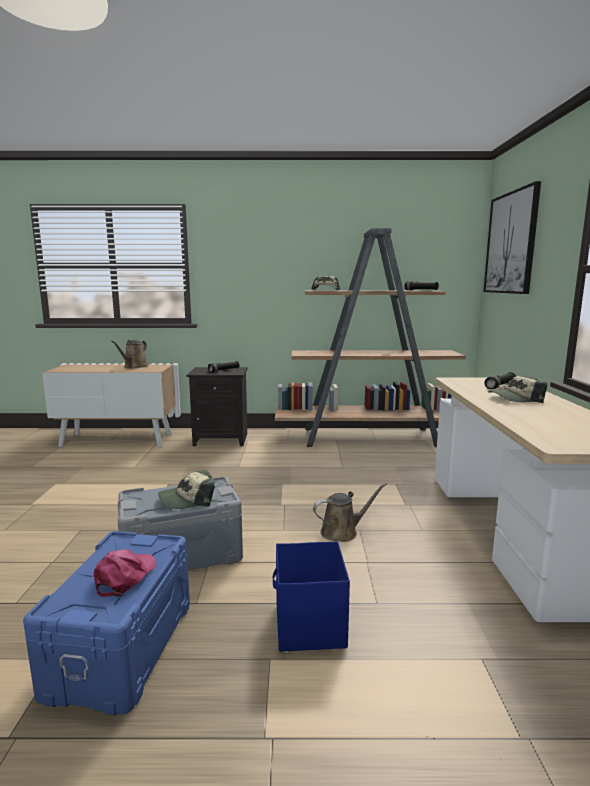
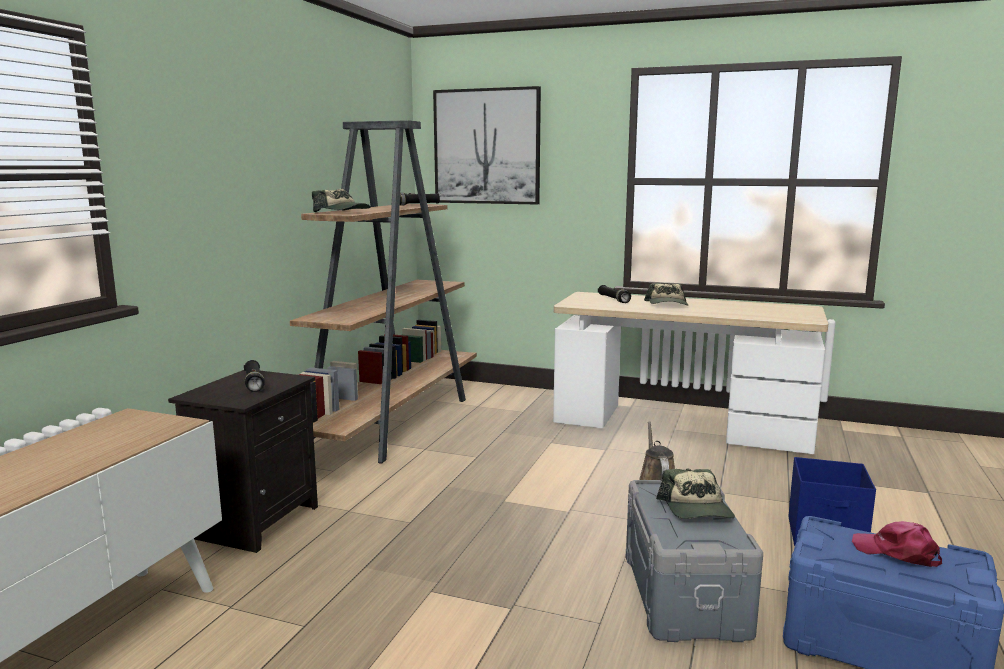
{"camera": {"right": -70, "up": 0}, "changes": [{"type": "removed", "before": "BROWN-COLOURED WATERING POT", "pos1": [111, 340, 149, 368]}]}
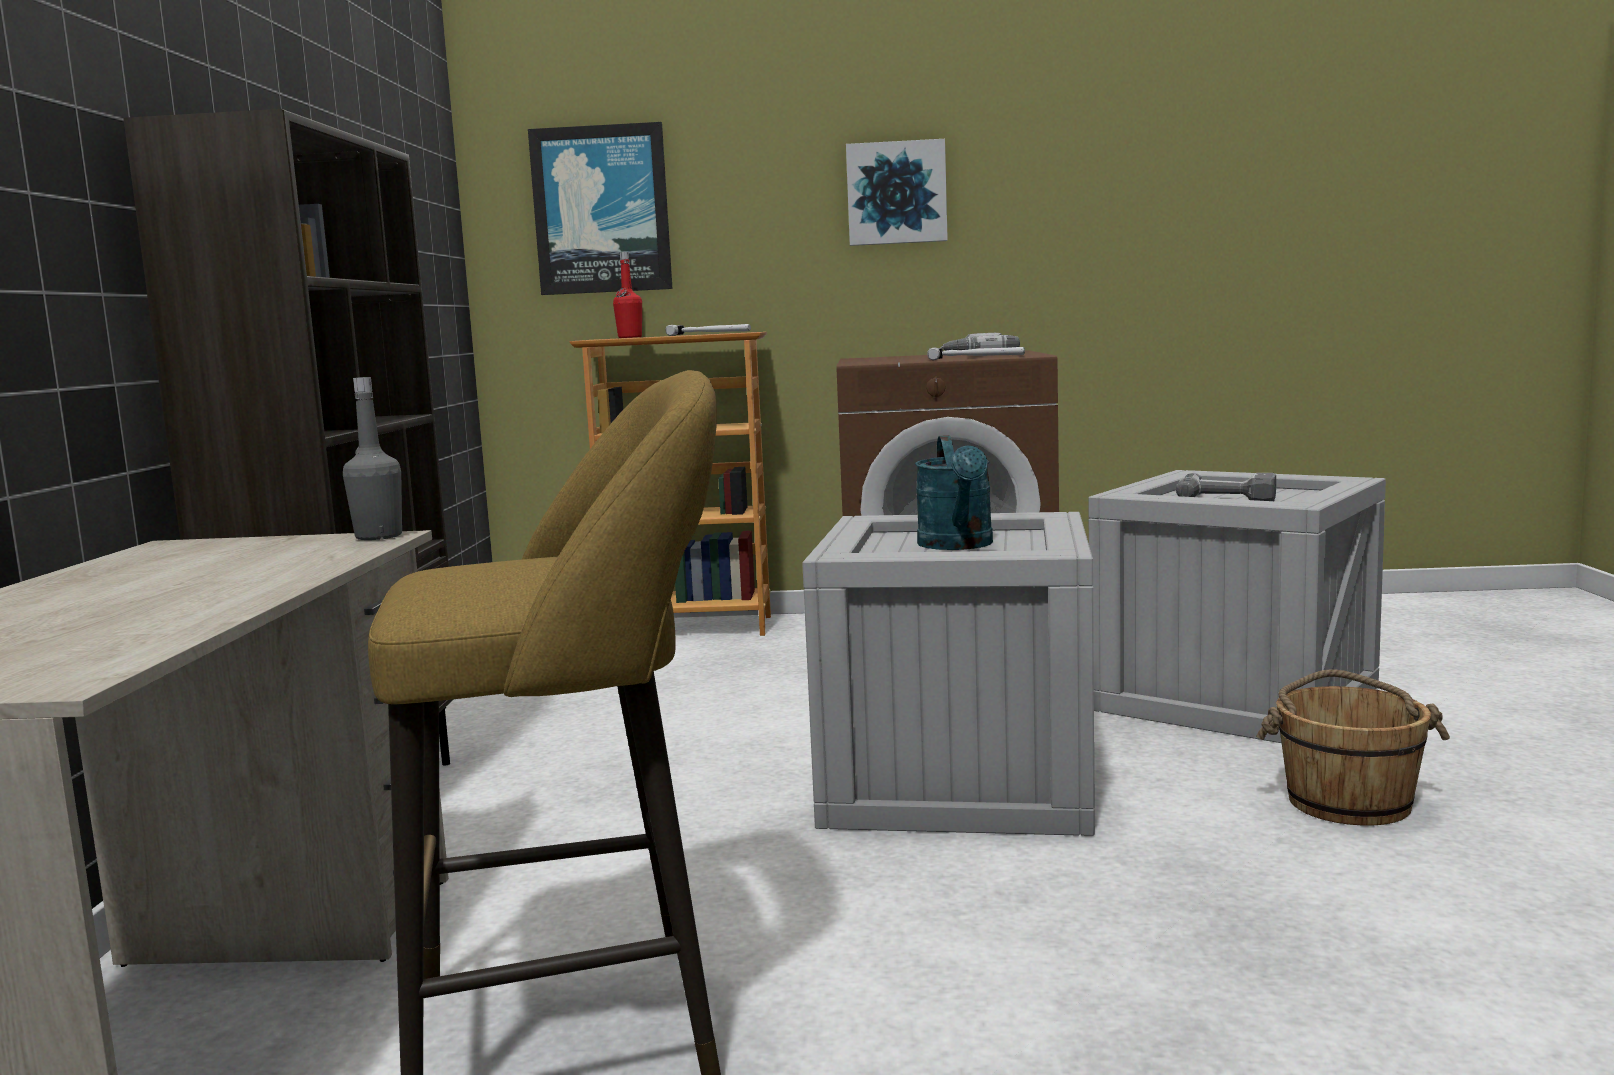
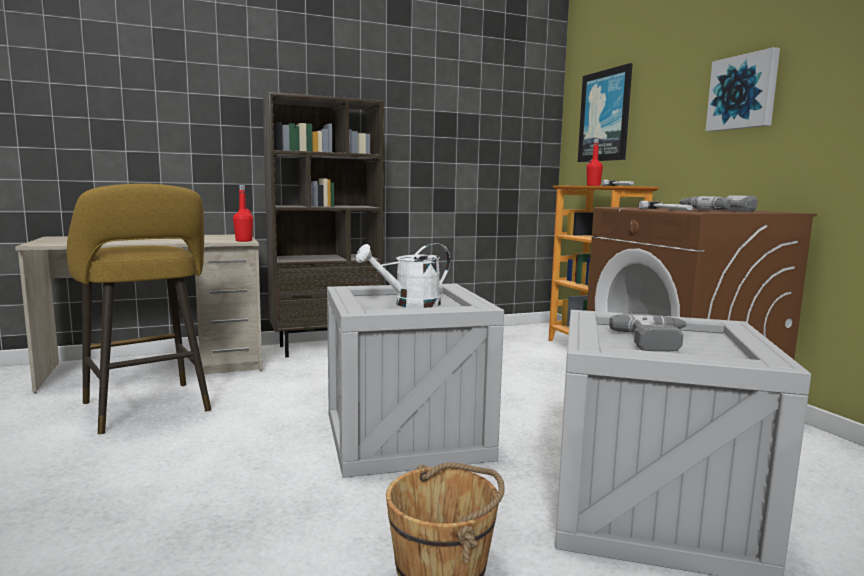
{"camera": {"right": 65, "up": 0}, "changes": [{"type": "recoloured", "before": "GRAY DRINK BOTTLE", "after": "REDDISH DRINK BOTTLE", "pos1": [343, 377, 402, 540], "pos2": [233, 185, 253, 242]}, {"type": "recoloured", "before": "TURQUOISE-COLOURED WATERING POT", "after": "WHITE WATERING POT", "pos1": [915, 435, 993, 550], "pos2": [356, 243, 450, 308]}]}
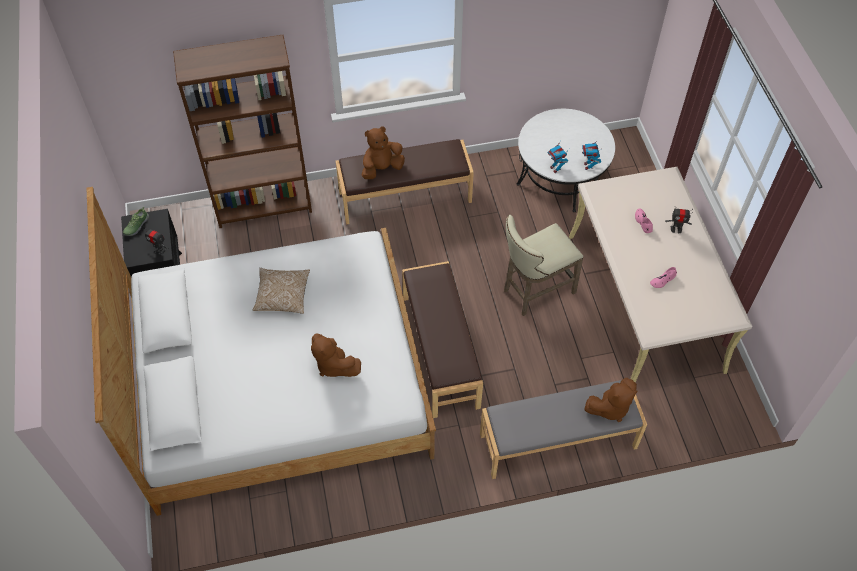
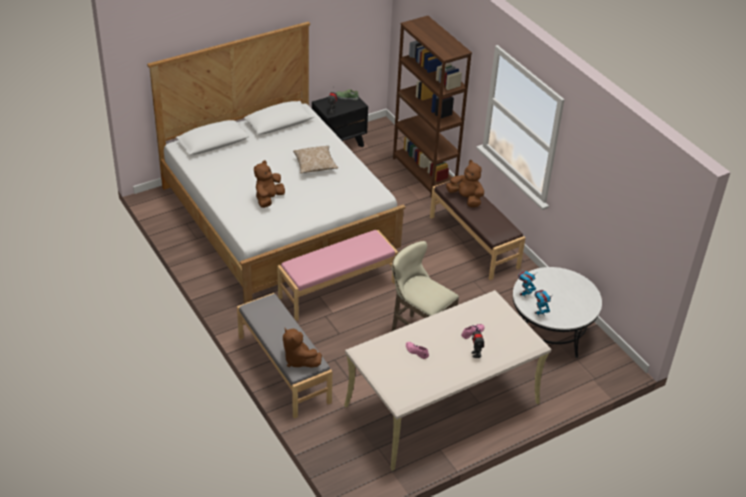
{"camera": {"right": 70, "up": -15}, "changes": [{"type": "recoloured", "before": "BROWN-COLOURED LONG SEAT", "after": "PINK-COLOURED LONG SEAT", "pos1": [402, 261, 483, 418], "pos2": [277, 230, 398, 321]}]}
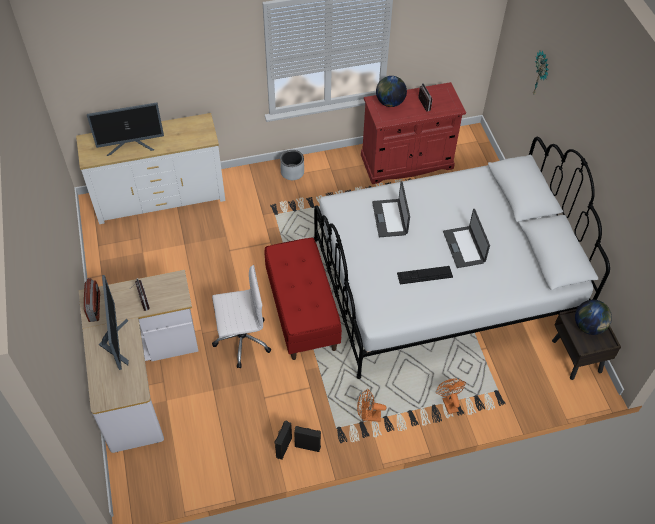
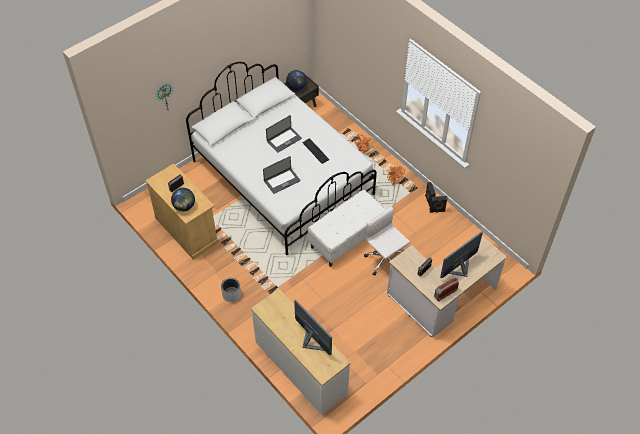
{"camera": {"right": -115, "up": 0}, "changes": [{"type": "recoloured", "before": "REDDISH CUPBOARD", "after": "BEIGE-COLOURED CUPBOARD", "pos1": [361, 82, 466, 184], "pos2": [145, 164, 219, 260]}, {"type": "recoloured", "before": "REDDISH LONG SEAT", "after": "WHITE LONG SEAT", "pos1": [265, 237, 342, 360], "pos2": [308, 190, 386, 267]}]}
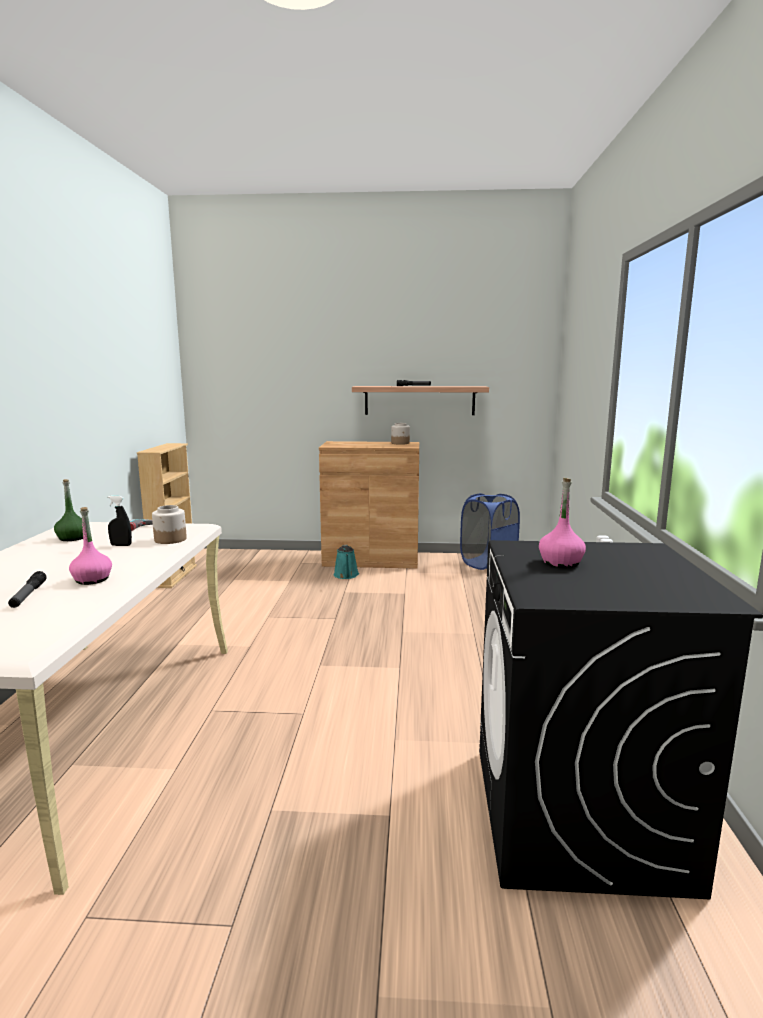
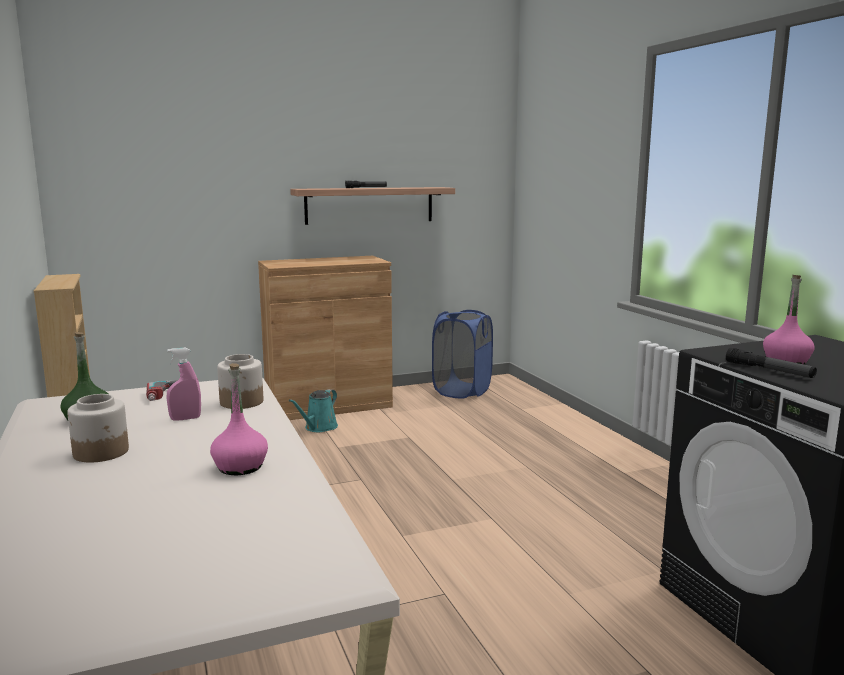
{"camera": {"right": -25, "up": 0}, "changes": [{"type": "moved", "before": "PRESERVE JAR", "pos1": [391, 423, 410, 445], "pos2": [67, 394, 129, 463]}, {"type": "recoloured", "before": "BLACK HAND SPRAYER", "after": "PINK-COLOURED HAND SPRAYER", "pos1": [107, 496, 132, 546], "pos2": [167, 347, 201, 421]}, {"type": "turned", "before": "TURQUOISE-COLOURED WATERING POT", "pos1": [334, 545, 359, 579], "pos2": [289, 389, 338, 432], "turn": 60}, {"type": "moved", "before": "FLASHLIGHT", "pos1": [8, 571, 47, 608], "pos2": [726, 347, 817, 378]}]}
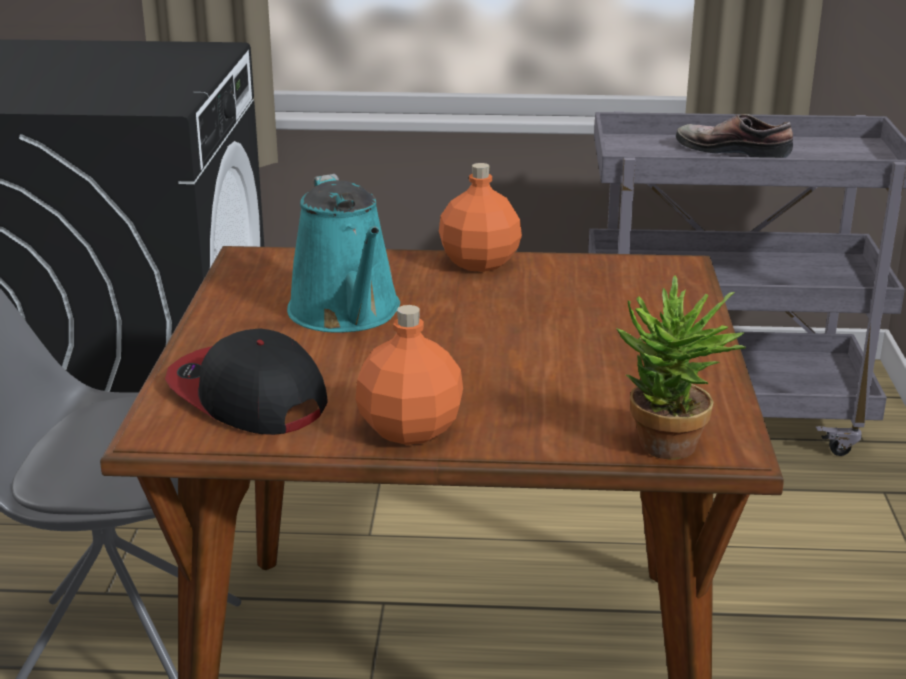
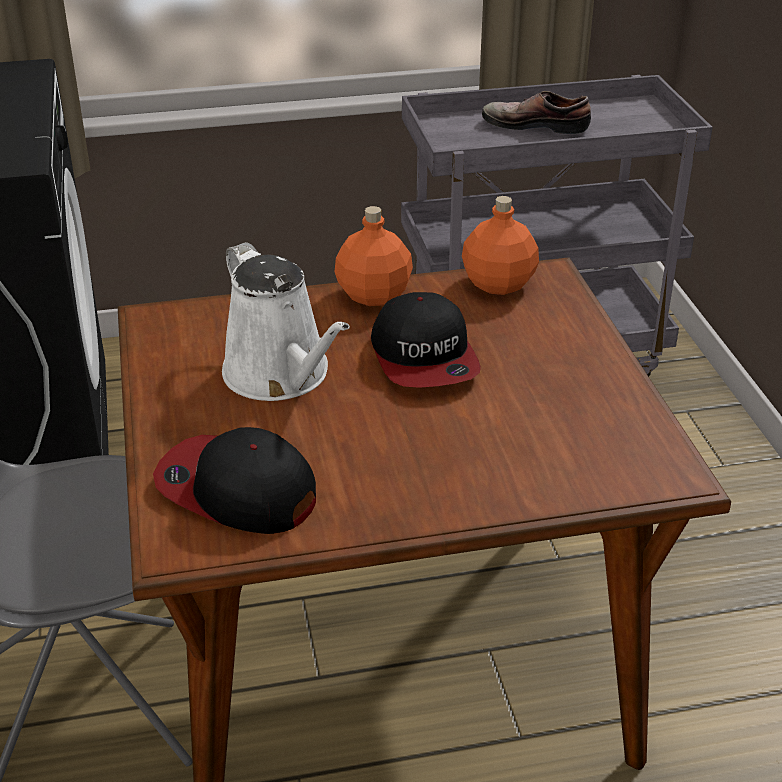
{"camera": {"right": -15, "up": 10}, "changes": [{"type": "recoloured", "before": "TURQUOISE-COLOURED WATERING POT", "after": "WHITE WATERING POT", "pos1": [287, 174, 400, 333], "pos2": [222, 242, 350, 401]}, {"type": "removed", "before": "PLANT IN A POT", "pos1": [616, 275, 746, 460]}, {"type": "moved", "before": "ORANGE DRINK BOTTLE", "pos1": [355, 305, 463, 445], "pos2": [462, 196, 539, 295]}, {"type": "added", "after": "PEAKED CAP", "pos2": [371, 292, 481, 388]}]}
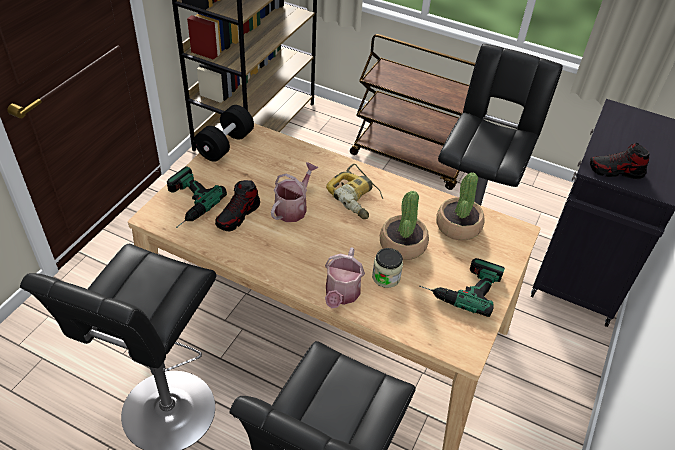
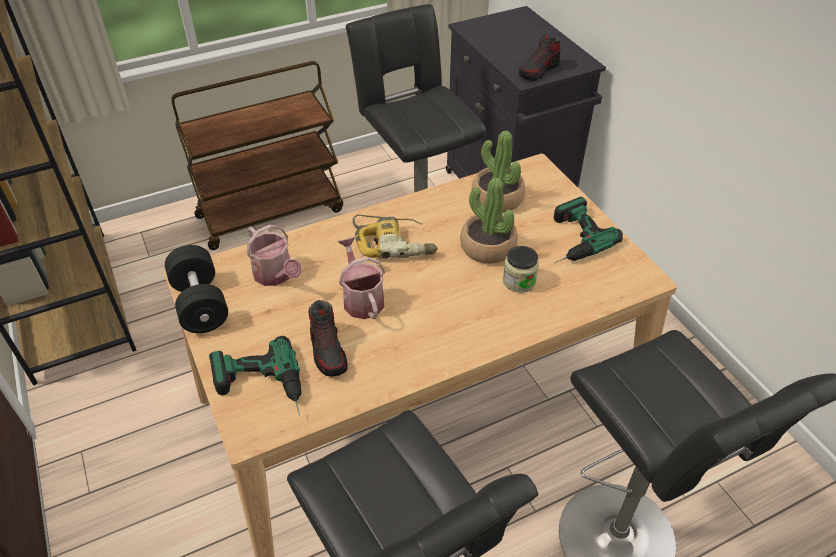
{"camera": {"right": -50, "up": 0}, "changes": [{"type": "moved", "before": "WATERING POT", "pos1": [325, 247, 365, 308], "pos2": [246, 224, 302, 286]}]}
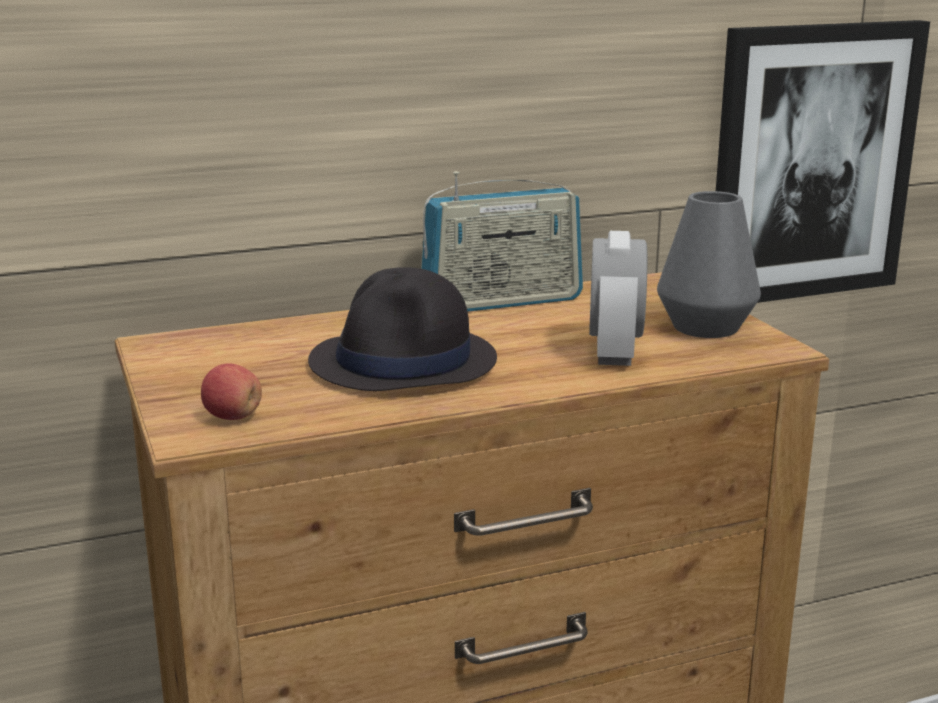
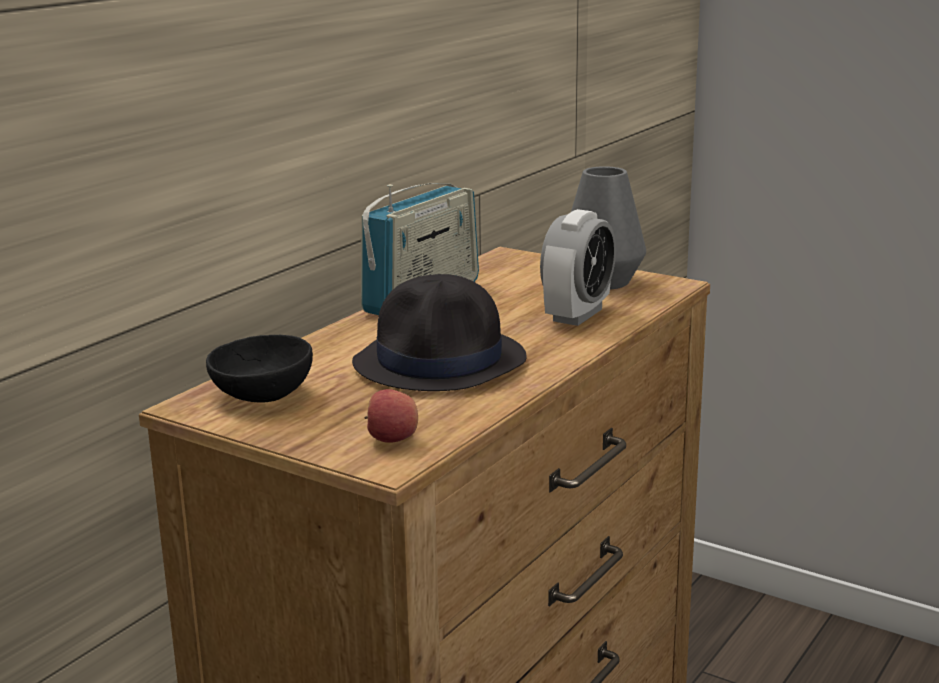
{"camera": {"right": -35, "up": 0}, "changes": [{"type": "removed", "before": "PICTURE", "pos1": [716, 20, 930, 303]}, {"type": "turned", "before": "TABLE CLOCK", "pos1": [589, 231, 647, 366], "pos2": [540, 209, 616, 326], "turn": -120}, {"type": "added", "after": "BLACK SERVING BOWL", "pos2": [206, 335, 313, 403]}]}
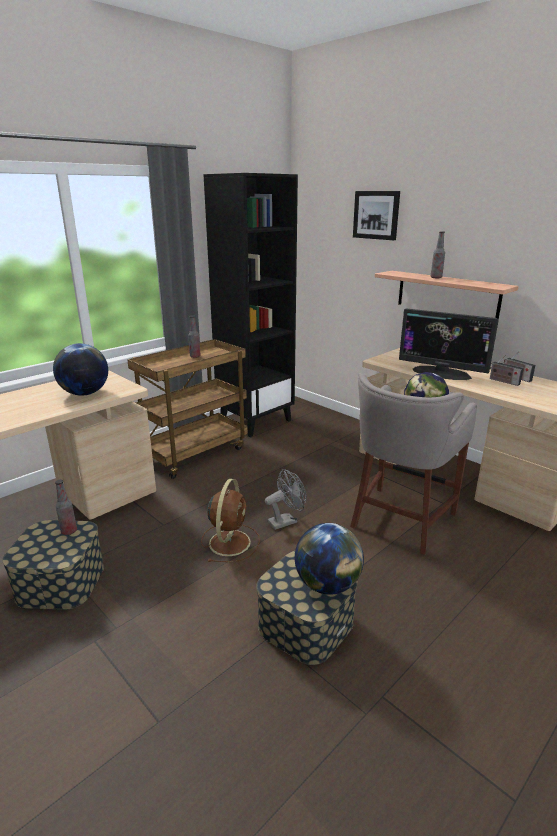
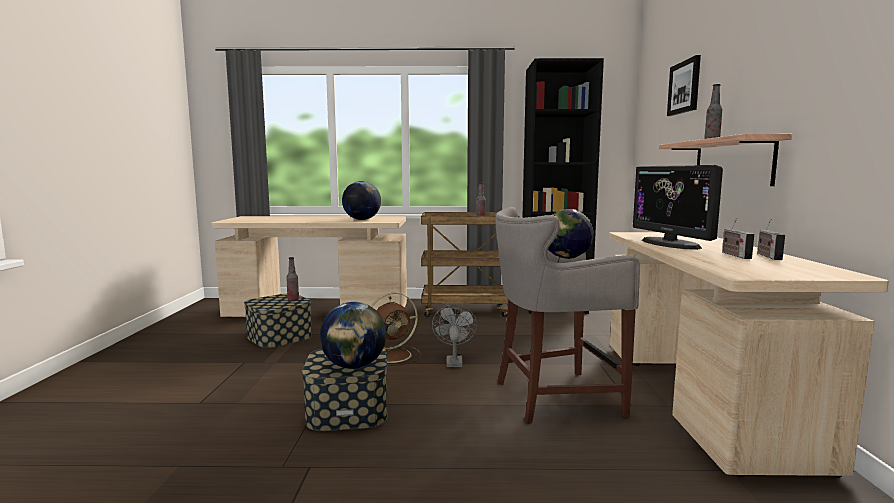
{"camera": {"right": 45, "up": -15}, "changes": [{"type": "turned", "before": "GRAY COOLING FAN", "pos1": [265, 469, 307, 530], "pos2": [432, 304, 477, 367], "turn": -105}]}
